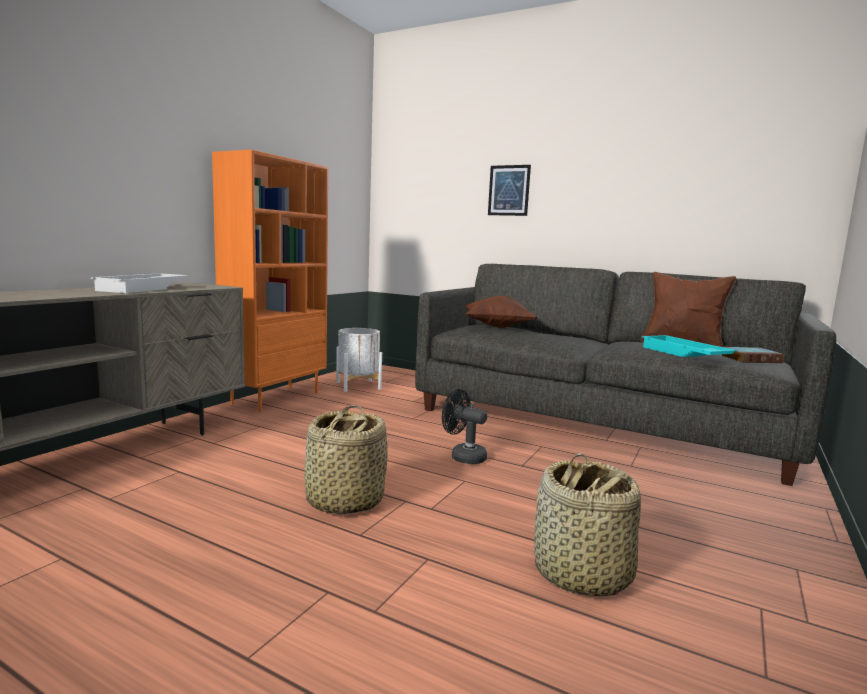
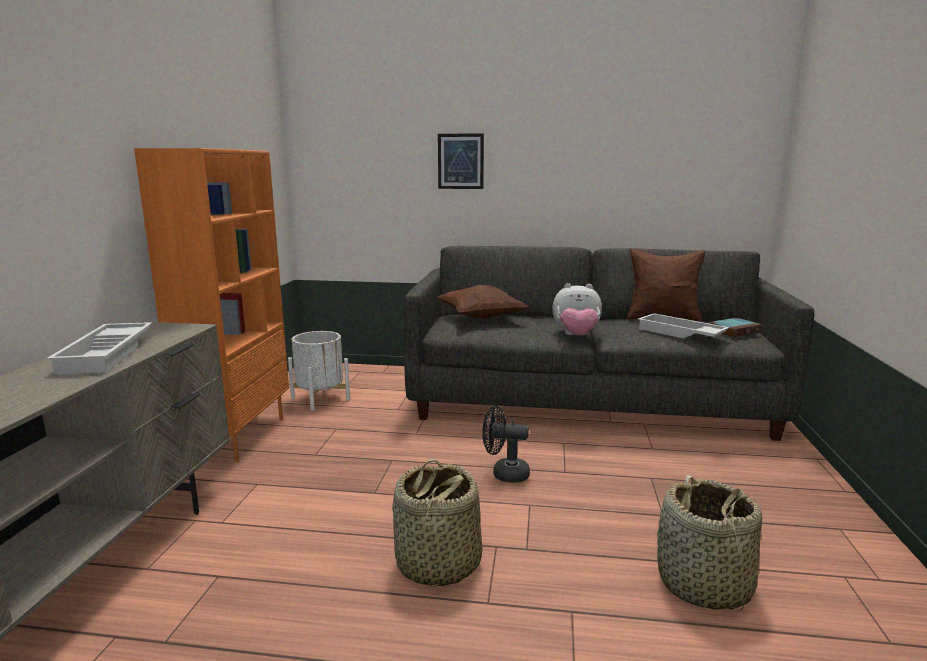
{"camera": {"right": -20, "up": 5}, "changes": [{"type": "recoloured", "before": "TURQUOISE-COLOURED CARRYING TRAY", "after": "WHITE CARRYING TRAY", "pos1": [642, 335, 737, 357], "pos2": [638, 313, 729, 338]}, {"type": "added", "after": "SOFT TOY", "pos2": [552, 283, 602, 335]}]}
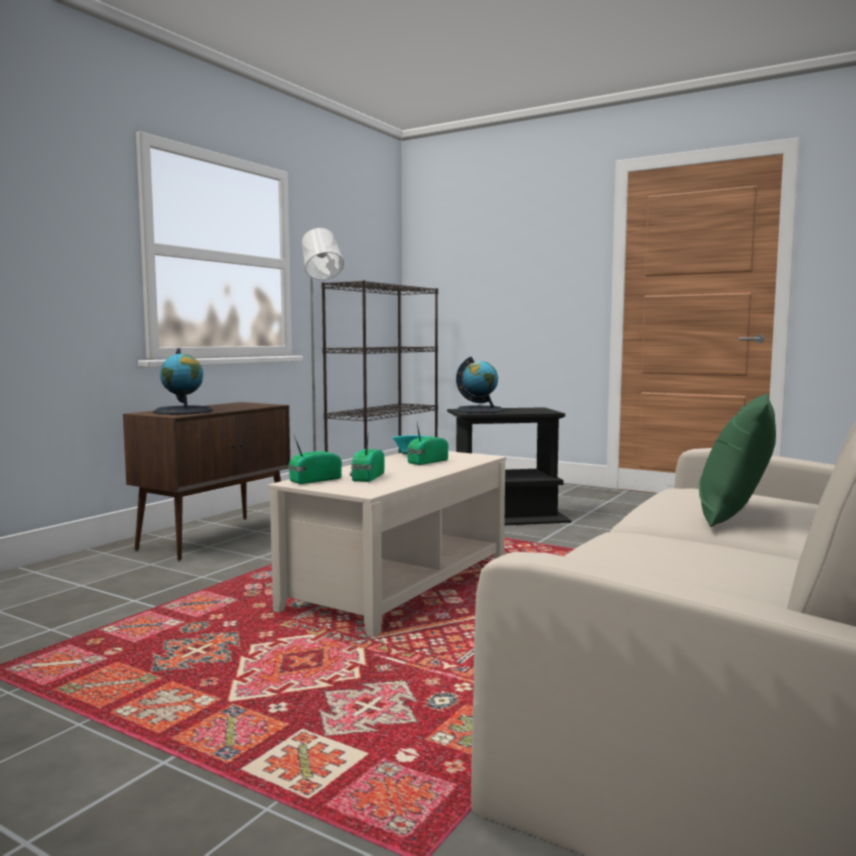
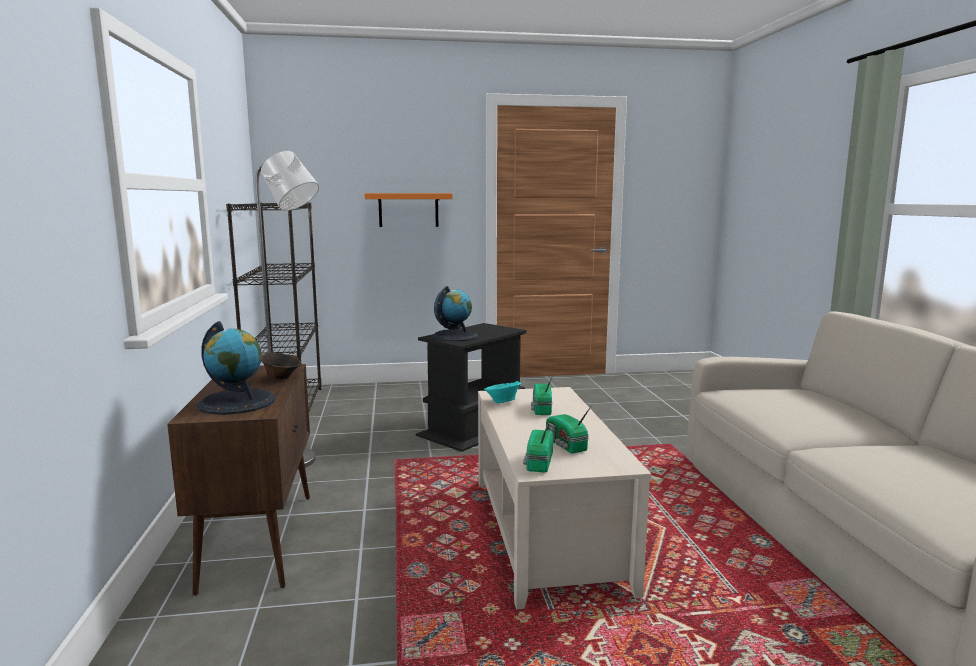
{"camera": {"right": -40, "up": 5}, "changes": [{"type": "removed", "before": "GREENISH THROW PILLOW", "pos1": [698, 394, 776, 527]}, {"type": "added", "after": "ORANGE BRACKET SHELF", "pos2": [365, 193, 453, 227]}, {"type": "added", "after": "BROWN-COLOURED SERVING BOWL", "pos2": [261, 353, 302, 379]}]}
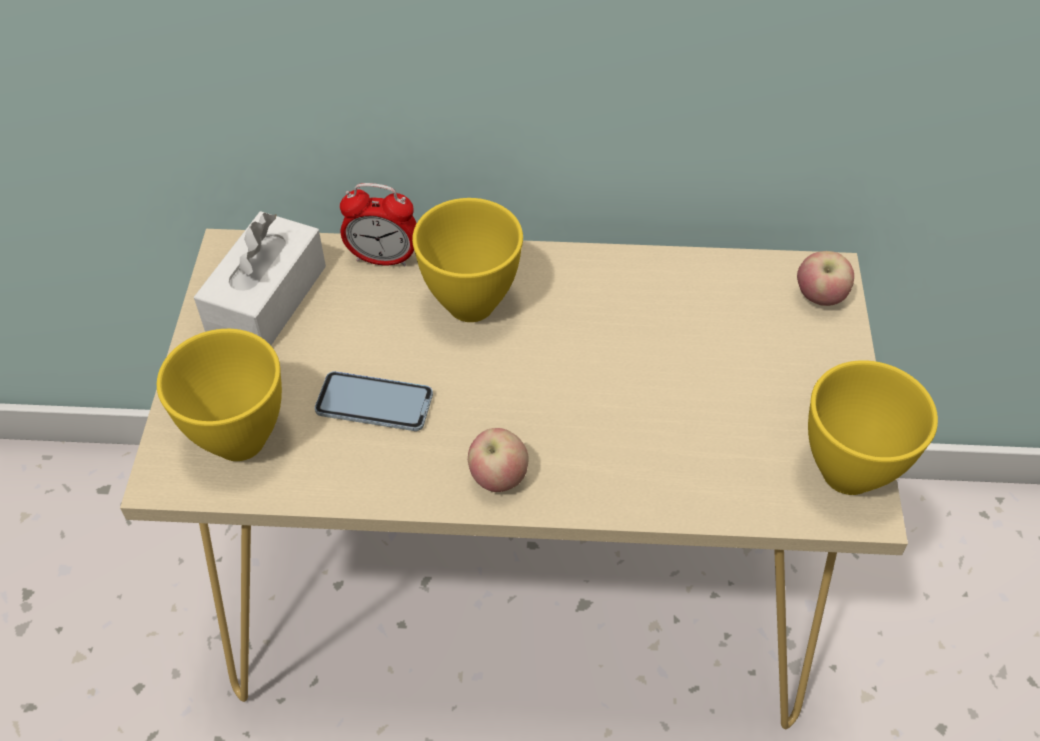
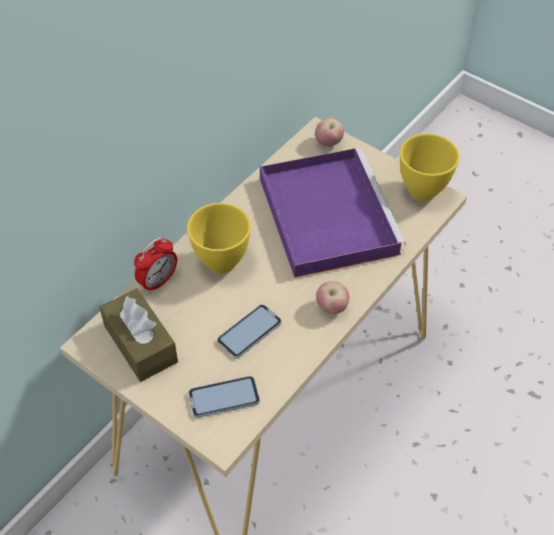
{"camera": {"right": -55, "up": 0}, "changes": [{"type": "recoloured", "before": "WHITE TISSUE BOX", "after": "BROWN-COLOURED TISSUE BOX", "pos1": [194, 211, 326, 345], "pos2": [99, 288, 178, 382]}, {"type": "replaced", "before": "YELLOWISH SERVING BOWL", "after": "TELEPHONE", "pos1": [157, 329, 282, 461], "pos2": [188, 376, 260, 418]}, {"type": "added", "after": "PURPLISH CARRYING TRAY", "pos2": [260, 148, 406, 278]}]}
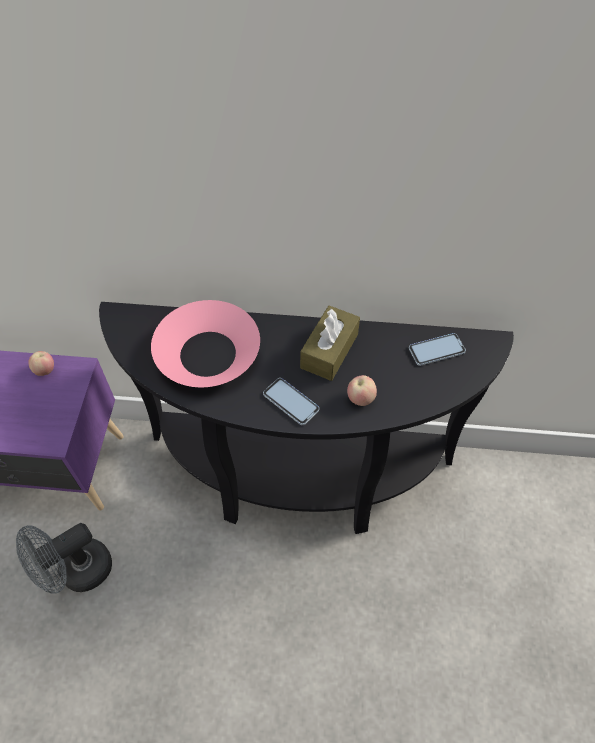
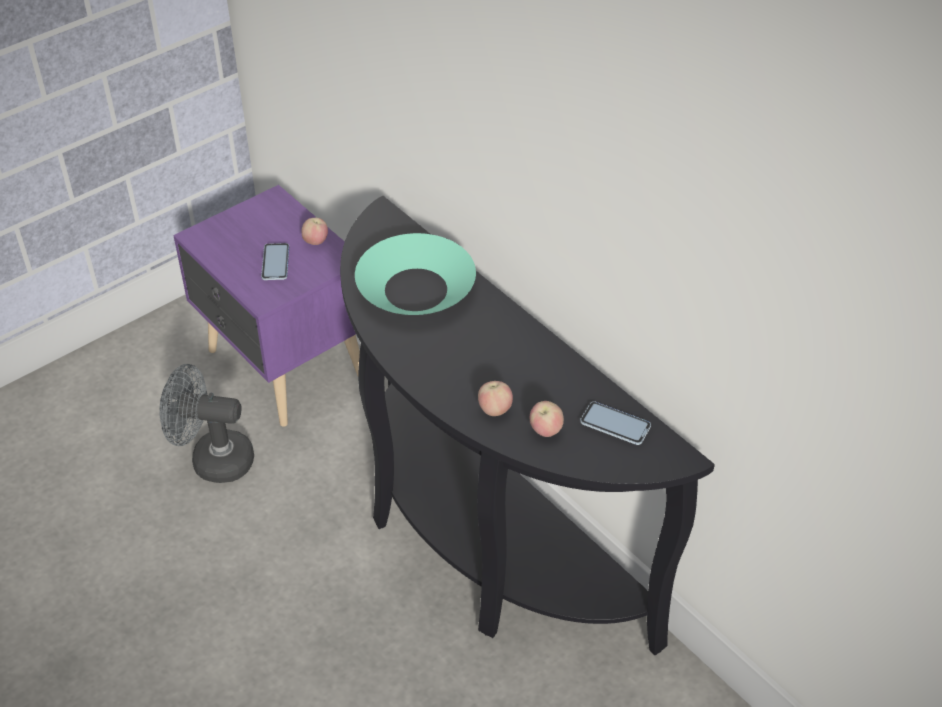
{"camera": {"right": 45, "up": -10}, "changes": [{"type": "recoloured", "before": "PINK-COLOURED SERVING BOWL", "after": "TURQUOISE-COLOURED SERVING BOWL", "pos1": [151, 300, 260, 387], "pos2": [355, 233, 476, 315]}, {"type": "removed", "before": "BROWN-COLOURED TISSUE BOX", "pos1": [300, 305, 360, 381]}, {"type": "moved", "before": "TELEPHONE", "pos1": [263, 378, 319, 425], "pos2": [261, 243, 289, 280]}, {"type": "added", "after": "APPLE", "pos2": [530, 401, 564, 437]}]}
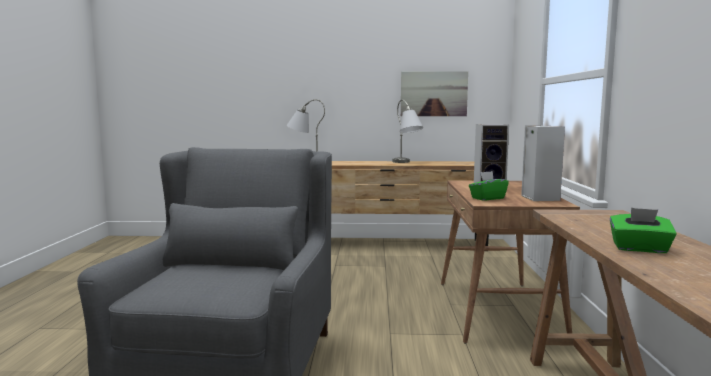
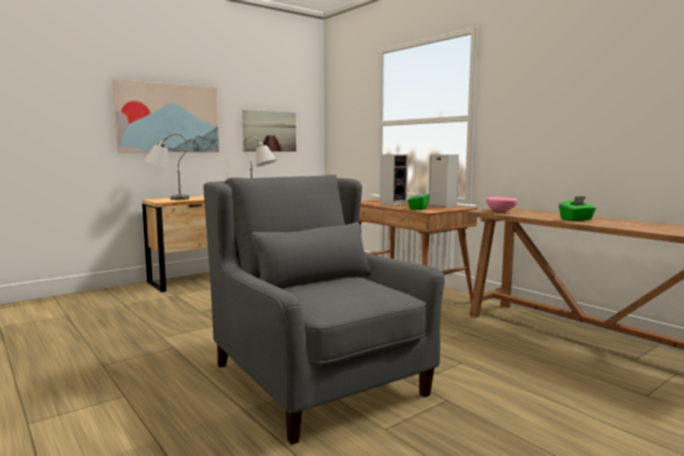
{"camera": {"right": -40, "up": 0}, "changes": [{"type": "added", "after": "PICTURE", "pos2": [112, 79, 219, 153]}, {"type": "added", "after": "PINK-COLOURED SERVING BOWL", "pos2": [486, 197, 518, 212]}]}
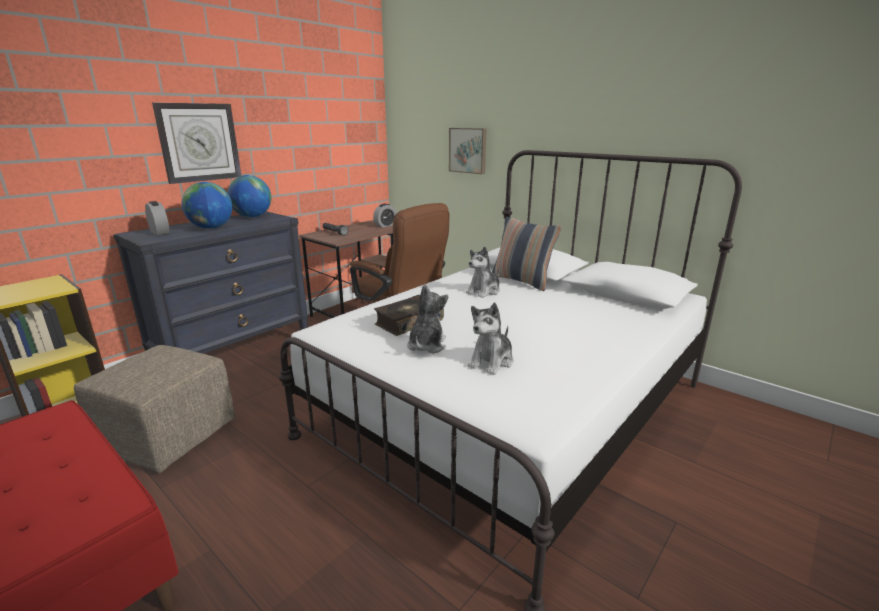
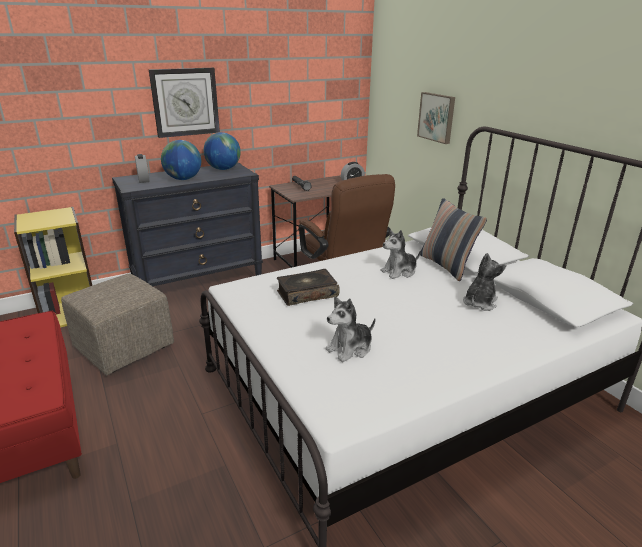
{"camera": {"right": 20, "up": 5}, "changes": [{"type": "moved", "before": "SOFT TOY", "pos1": [407, 285, 448, 353], "pos2": [463, 253, 506, 311]}]}
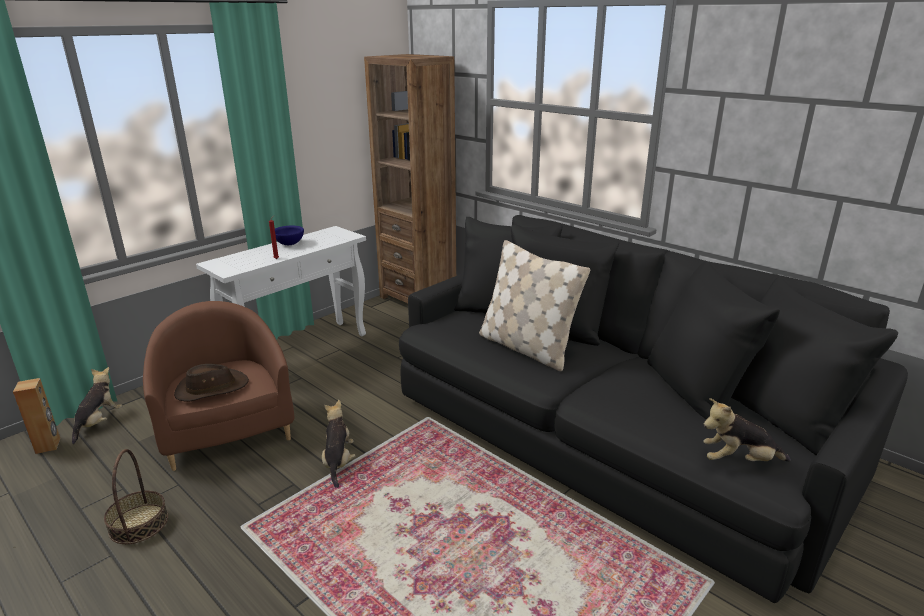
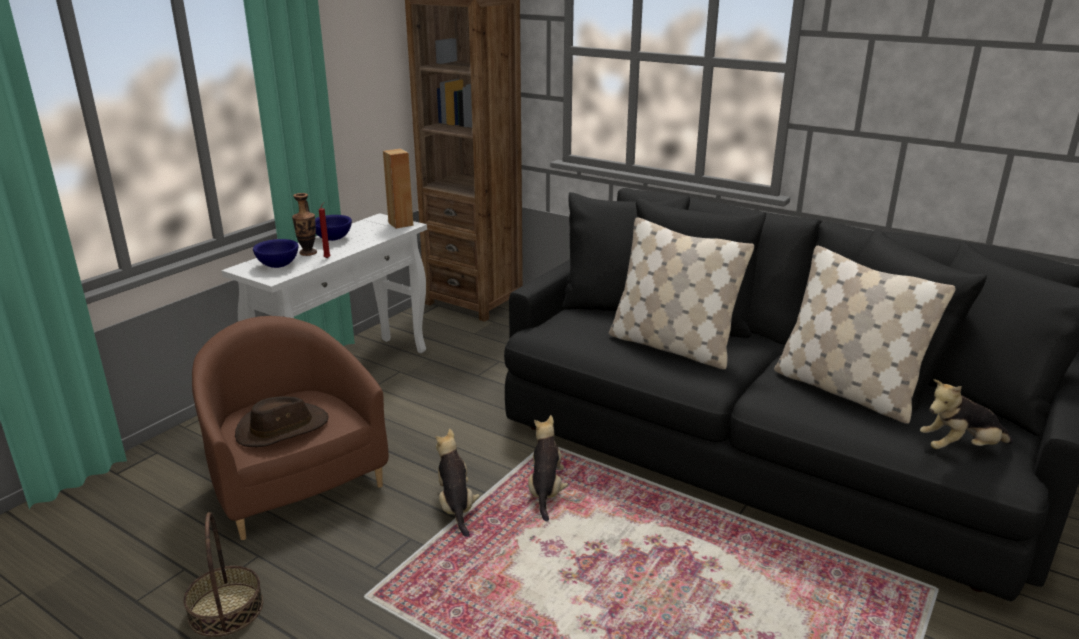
{"camera": {"right": -10, "up": 0}, "changes": [{"type": "moved", "before": "SOFT TOY", "pos1": [72, 367, 122, 444], "pos2": [528, 415, 569, 521]}, {"type": "moved", "before": "BROWN-COLOURED AUDIO SPEAKER", "pos1": [13, 378, 60, 454], "pos2": [383, 148, 413, 229]}, {"type": "added", "after": "FLOWER VASE", "pos2": [292, 193, 317, 256]}, {"type": "added", "after": "BLUISH SERVING BOWL", "pos2": [253, 239, 298, 268]}, {"type": "added", "after": "BEIGE-COLOURED THROW PILLOW", "pos2": [774, 246, 956, 424]}]}
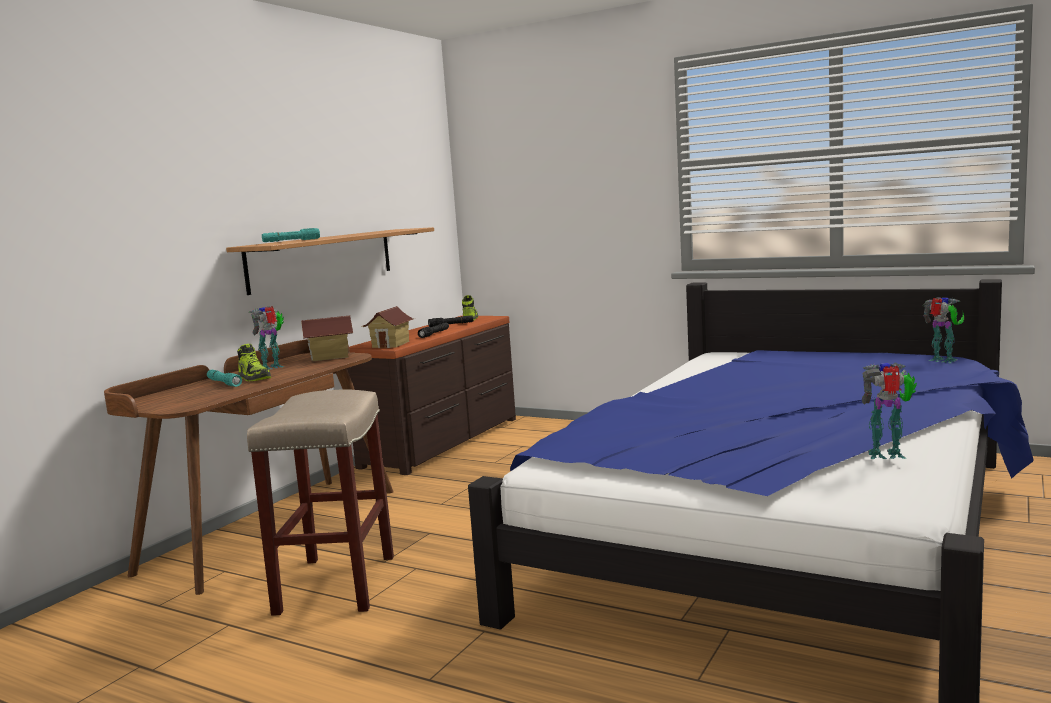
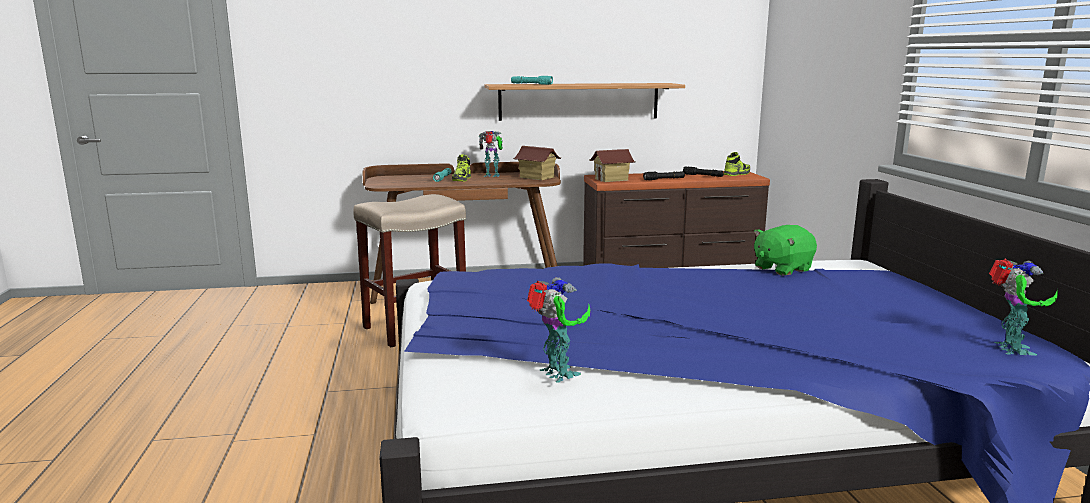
{"camera": {"right": 50, "up": 5}, "changes": [{"type": "added", "after": "GREENISH SOFT TOY", "pos2": [754, 225, 817, 276]}]}
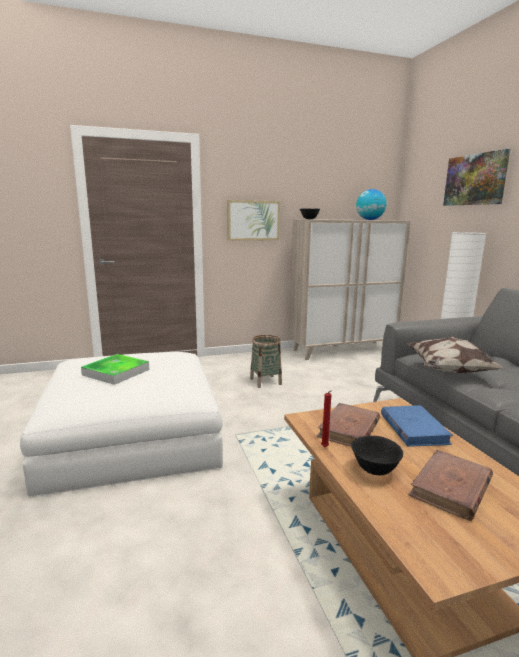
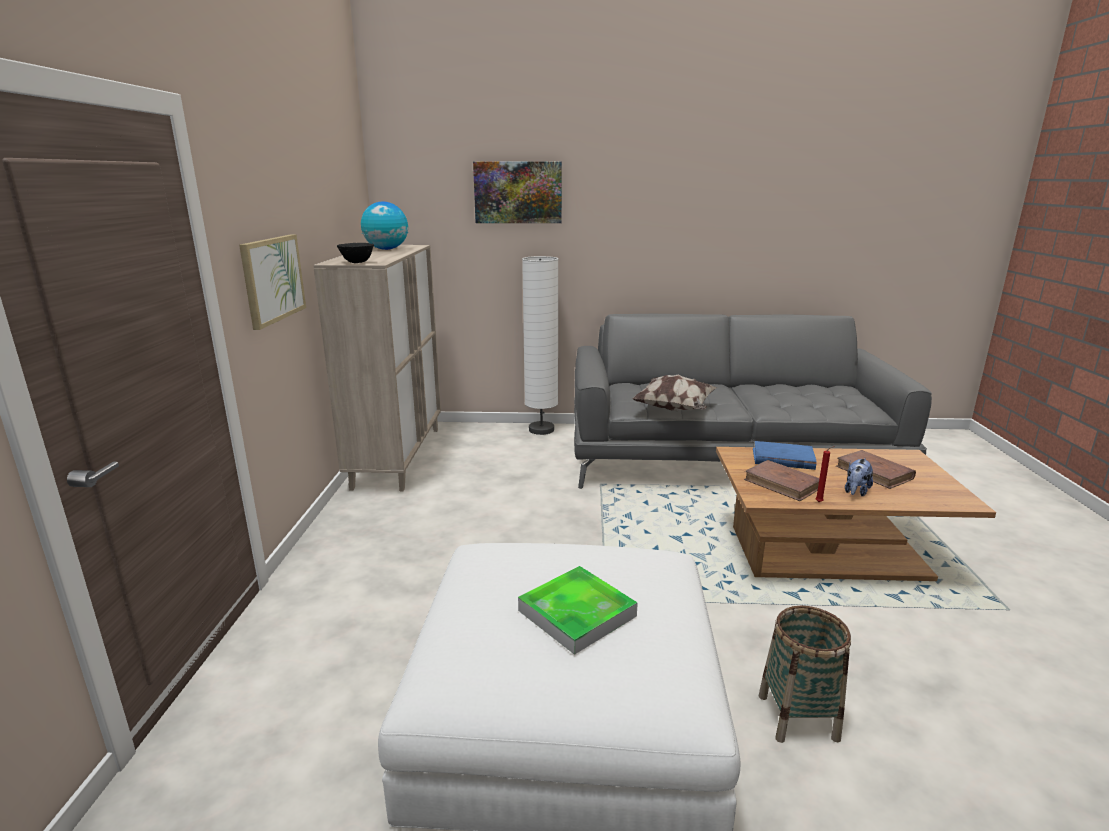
{"camera": {"right": -70, "up": 5}, "changes": [{"type": "moved", "before": "BASKET", "pos1": [250, 335, 282, 388], "pos2": [759, 606, 851, 743]}, {"type": "replaced", "before": "BLACK SERVING BOWL", "after": "SOFT TOY", "pos1": [351, 435, 403, 475], "pos2": [845, 458, 873, 496]}]}
